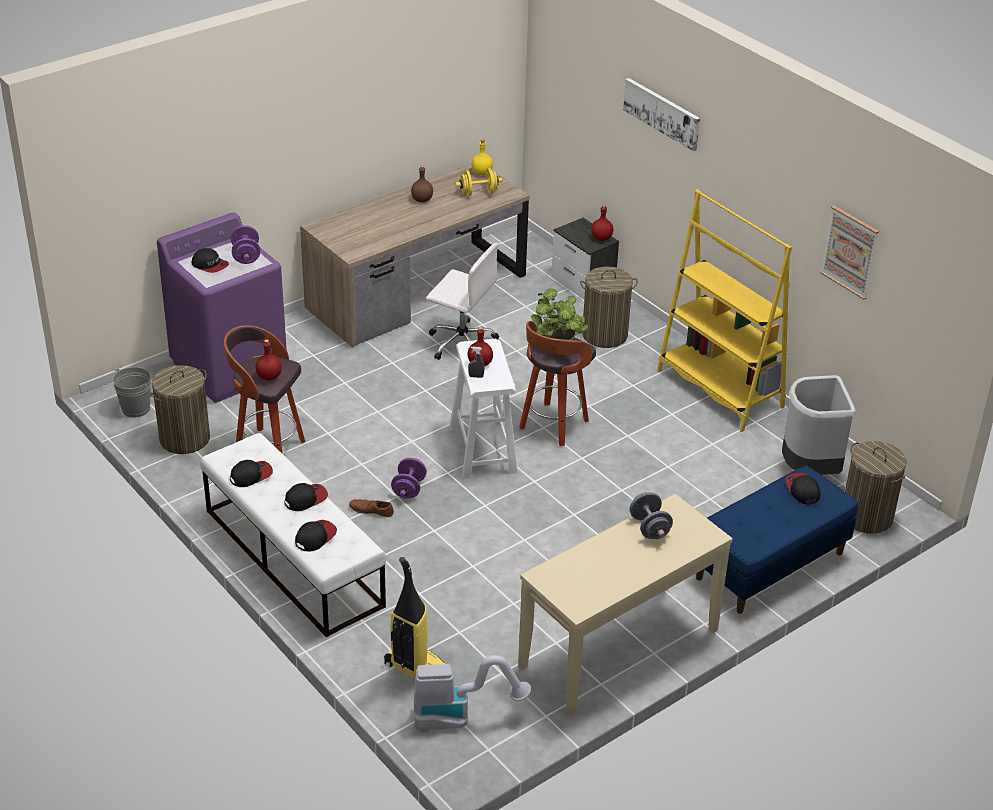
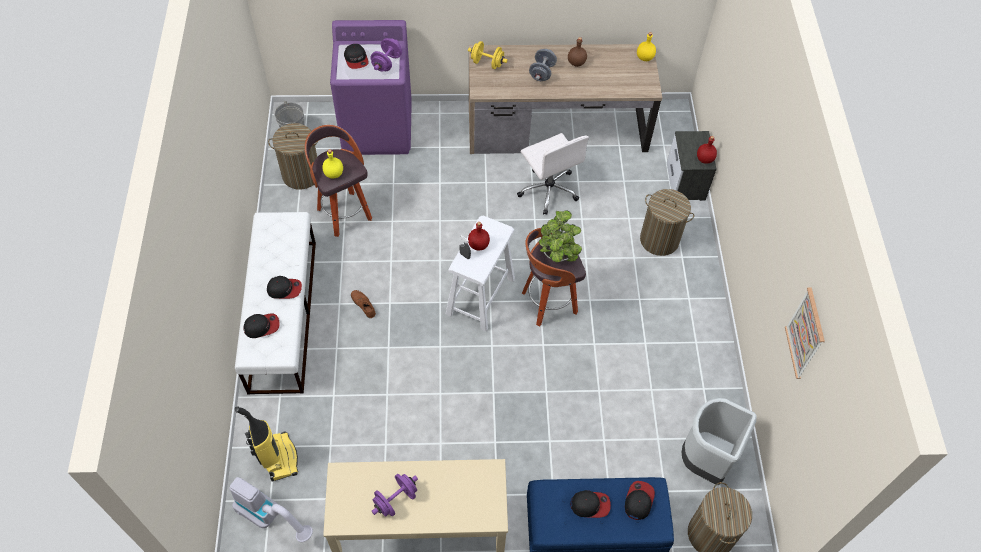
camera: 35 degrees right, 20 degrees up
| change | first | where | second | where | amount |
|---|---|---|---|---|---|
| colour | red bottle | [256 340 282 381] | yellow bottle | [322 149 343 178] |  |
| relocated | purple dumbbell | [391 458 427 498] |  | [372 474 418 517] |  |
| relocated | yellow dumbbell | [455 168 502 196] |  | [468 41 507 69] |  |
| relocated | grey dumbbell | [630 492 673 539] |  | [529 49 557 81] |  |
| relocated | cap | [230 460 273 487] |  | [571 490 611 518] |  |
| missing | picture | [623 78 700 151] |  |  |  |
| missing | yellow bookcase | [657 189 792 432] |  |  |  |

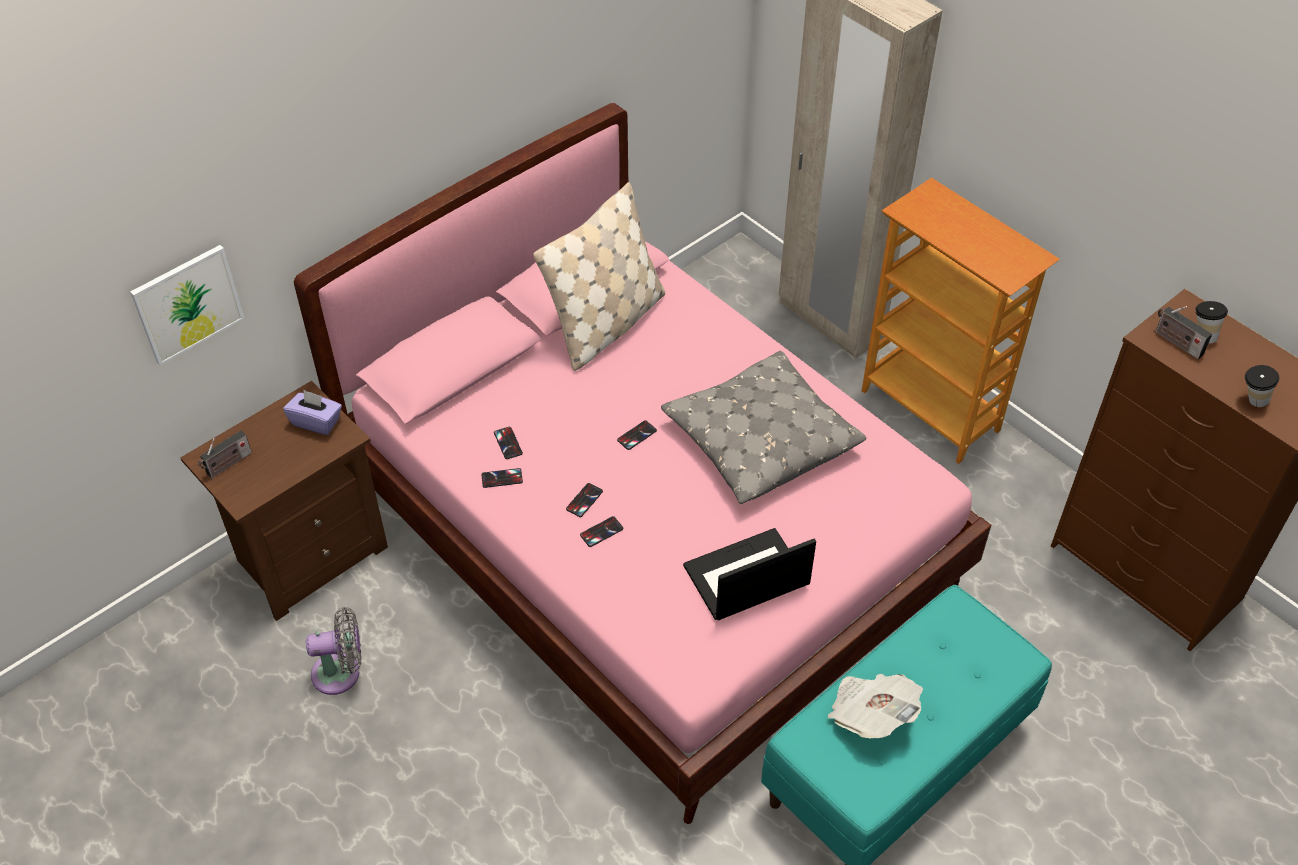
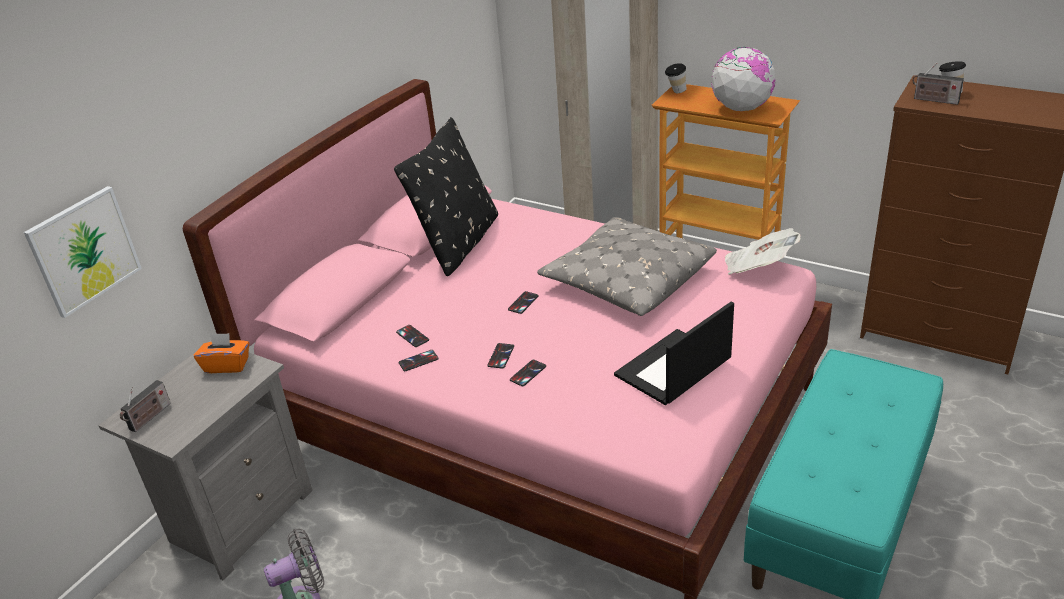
camera: 15 degrees left, 15 degrees down
| change | first | where | second | where | amount |
|---|---|---|---|---|---|
| colour | brown nightstand | [180 381 388 621] | grey nightstand | [98 340 312 580] |  |
| colour | purple tissue box | [283 389 342 435] | orange tissue box | [194 333 249 373] |  |
| colour | beige pillow | [533 182 665 371] | black pillow | [394 117 498 276] |  |
| relocated | cup | [1245 365 1279 407] |  | [665 63 686 93] |  |
| appeared |  |  | globe | [711 47 776 111] |  |
| relocated | newspaper | [827 674 923 739] |  | [725 228 800 275] |  |

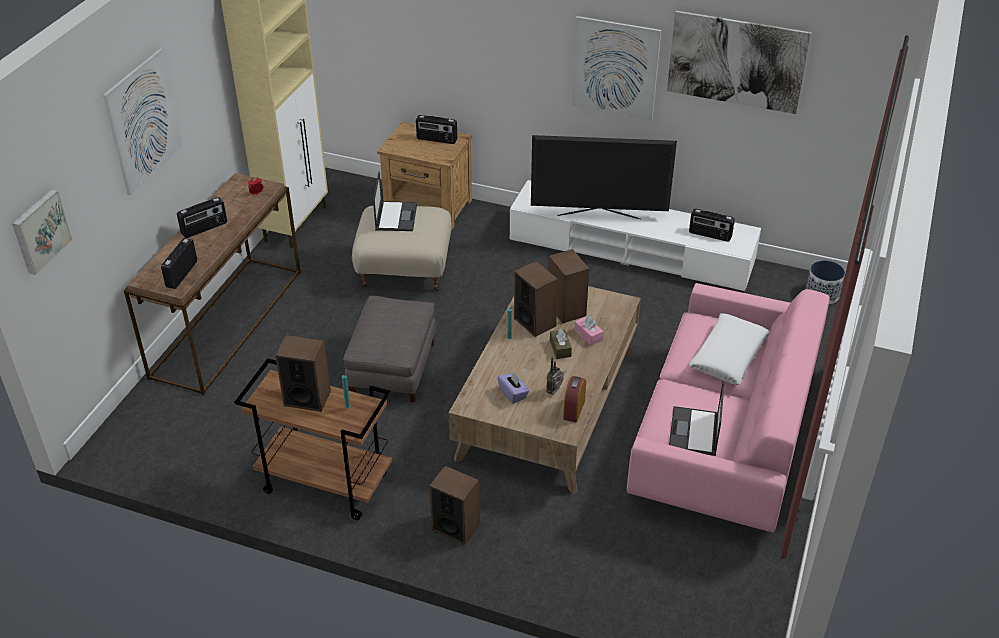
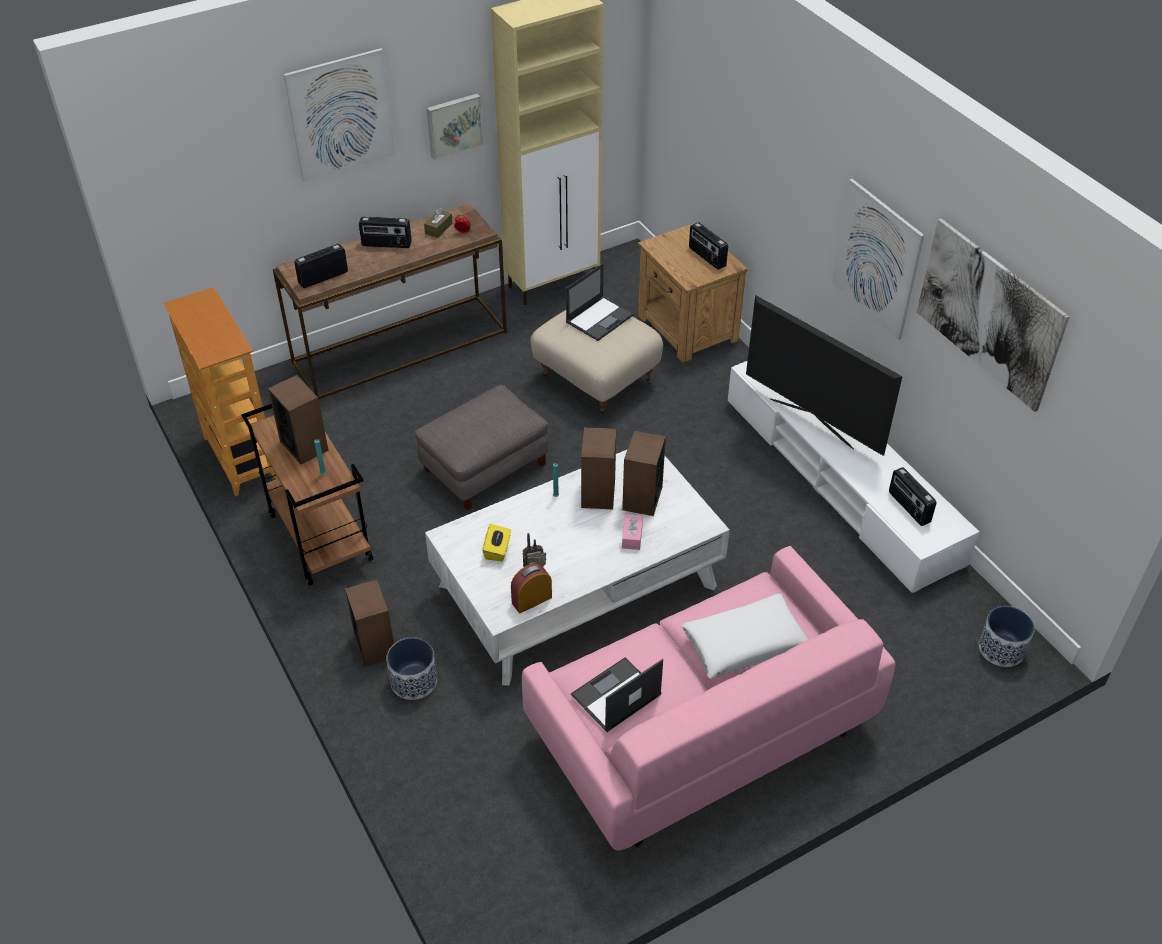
camera: 40 degrees right, 5 degrees up
| change | first | where | second | where | amount |
|---|---|---|---|---|---|
| appeared |  |  | bookcase | [163 287 278 497] |  |
| appeared |  |  | planter | [386 637 437 700] |  |
| relocated | brown tissue box | [550 328 572 359] |  | [424 208 453 238] |  |
| colour | brown coffee table | [449 286 641 494] | white coffee table | [425 450 730 686] |  |
| relocated | picture | [12 189 73 275] |  | [427 94 483 160] |  |
| colour | purple tissue box | [497 371 529 404] | yellow tissue box | [482 524 511 561] |  |

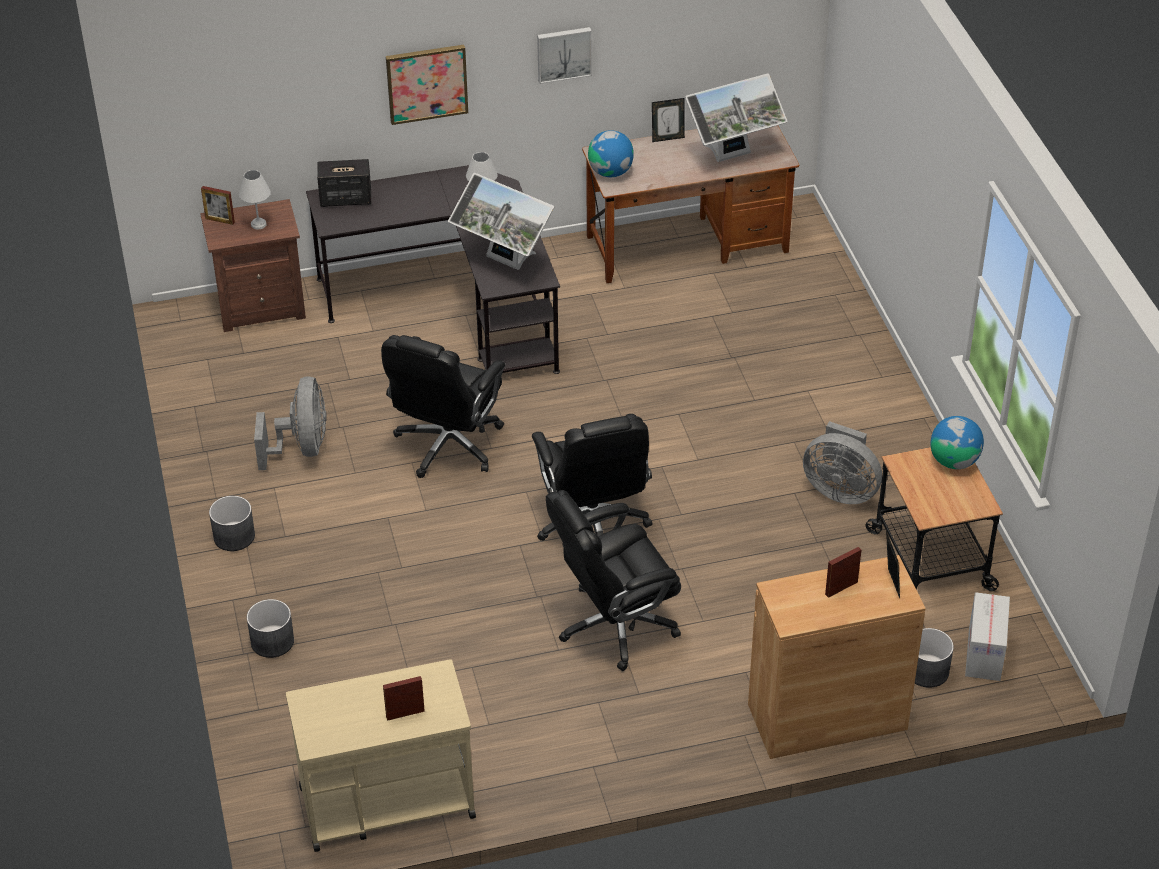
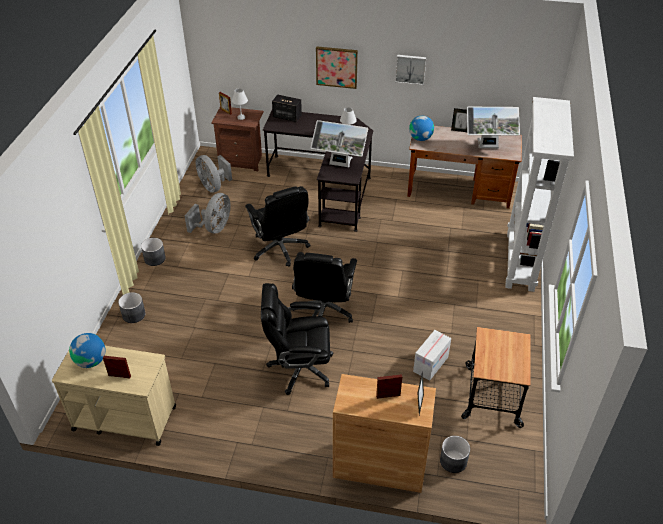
camera: 25 degrees right, 0 degrees up
| change | first | where | second | where | amount |
|---|---|---|---|---|---|
| relocated | globe | [931 416 984 469] |  | [69 333 106 368] |  |
| relocated | grey fan | [803 421 882 504] |  | [196 155 232 193] |  |
| spun | black office chair | [381 335 505 478] |  | [245 186 311 267] | 75 degrees counterclockwise |
| spun | monitor | [448 173 555 270] |  | [310 120 368 167] | 45 degrees counterclockwise |
| relocated | cardboard box | [965 592 1010 681] |  | [413 330 451 381] |  |
| appeared |  |  | white bookcase | [505 97 574 292] |  |

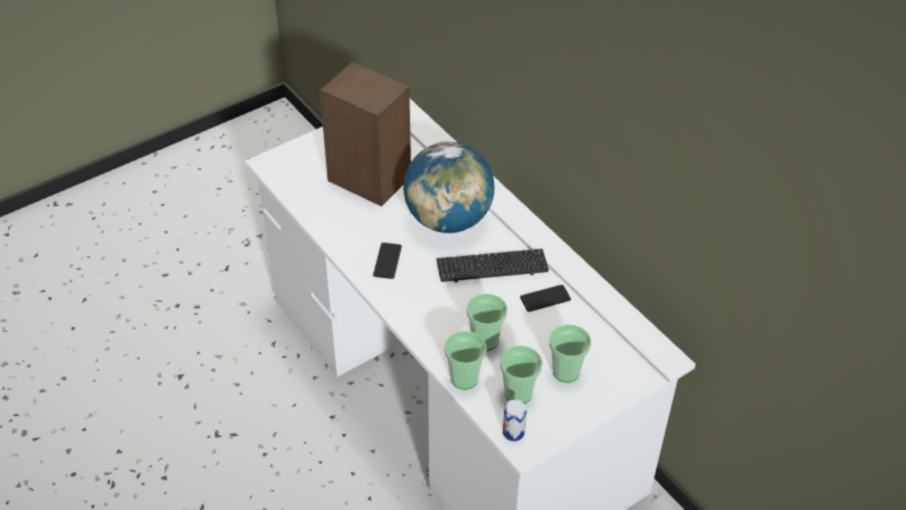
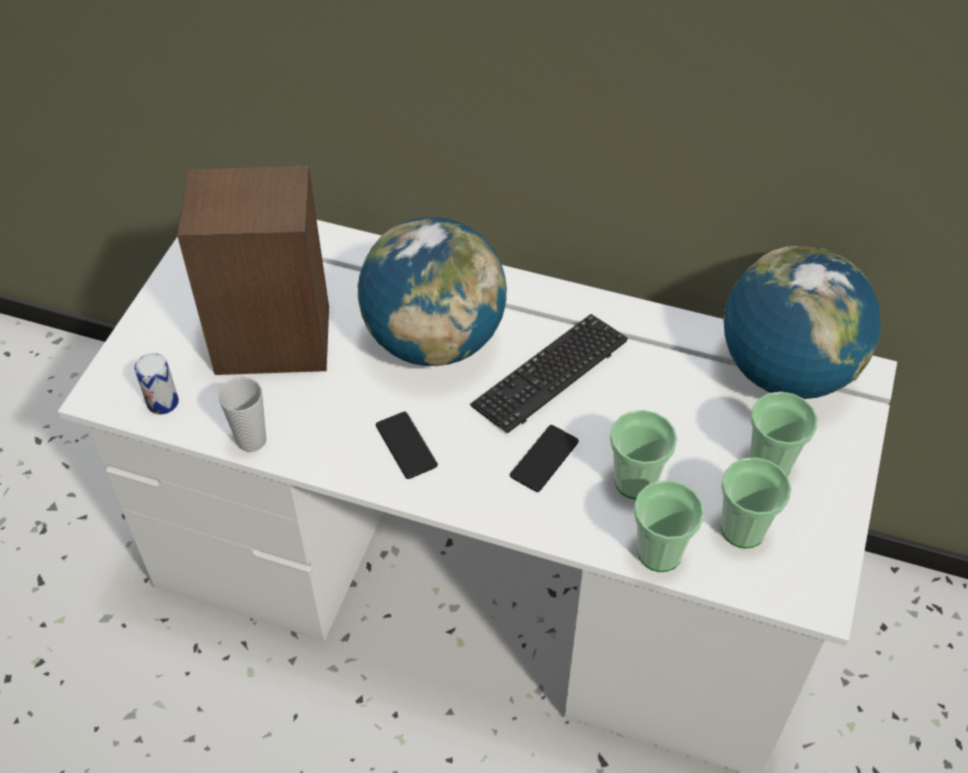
camera: 35 degrees left, 5 degrees up
| change | first | where | second | where | amount |
|---|---|---|---|---|---|
| relocated | can | [503 399 527 441] |  | [134 353 179 414] |  |
| appeared |  |  | cup | [219 377 266 452] |  |
| relocated | phone | [520 285 571 312] |  | [510 425 579 492] |  |
| appeared |  |  | globe | [723 246 881 399] |  |

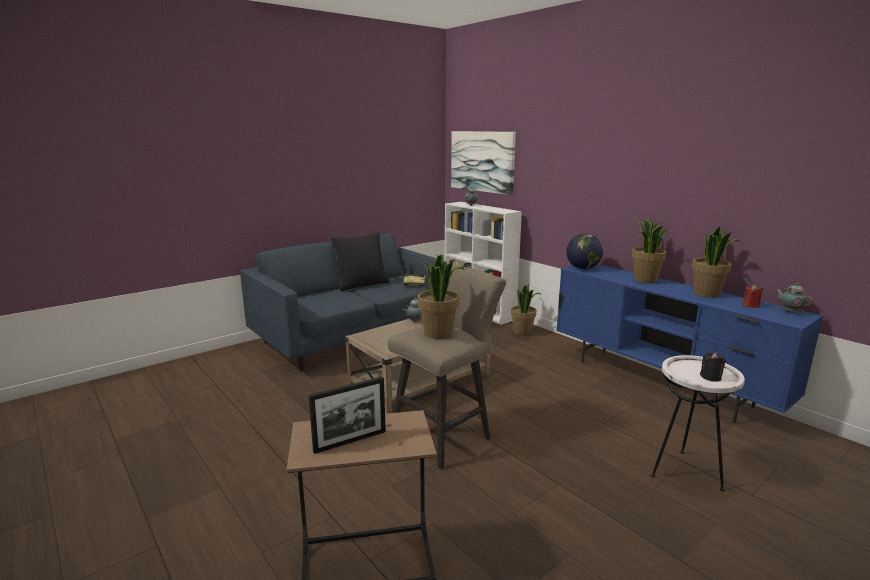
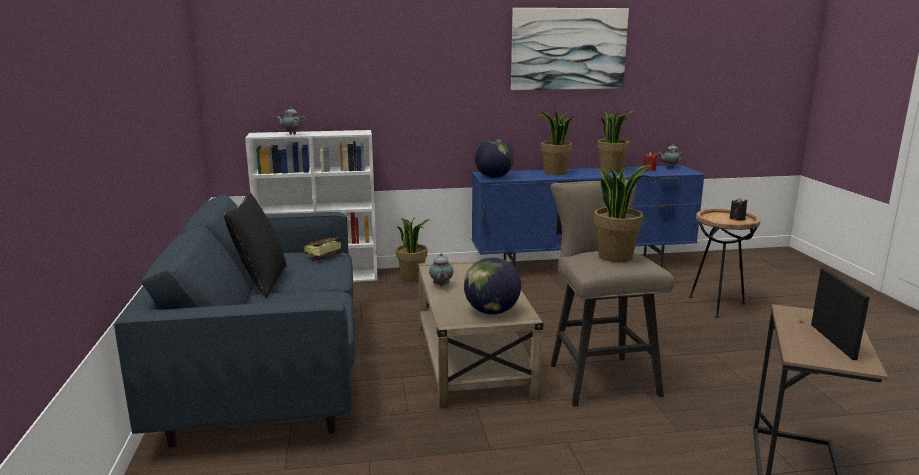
camera: 60 degrees left, 0 degrees up
| change | first | where | second | where | amount |
|---|---|---|---|---|---|
| appeared |  |  | globe | [464 257 521 315] |  |
| relocated | picture | [451 131 516 195] |  | [511 8 629 90] |  |
| colour | white side table | [651 355 745 491] | brown side table | [689 209 760 318] |  |

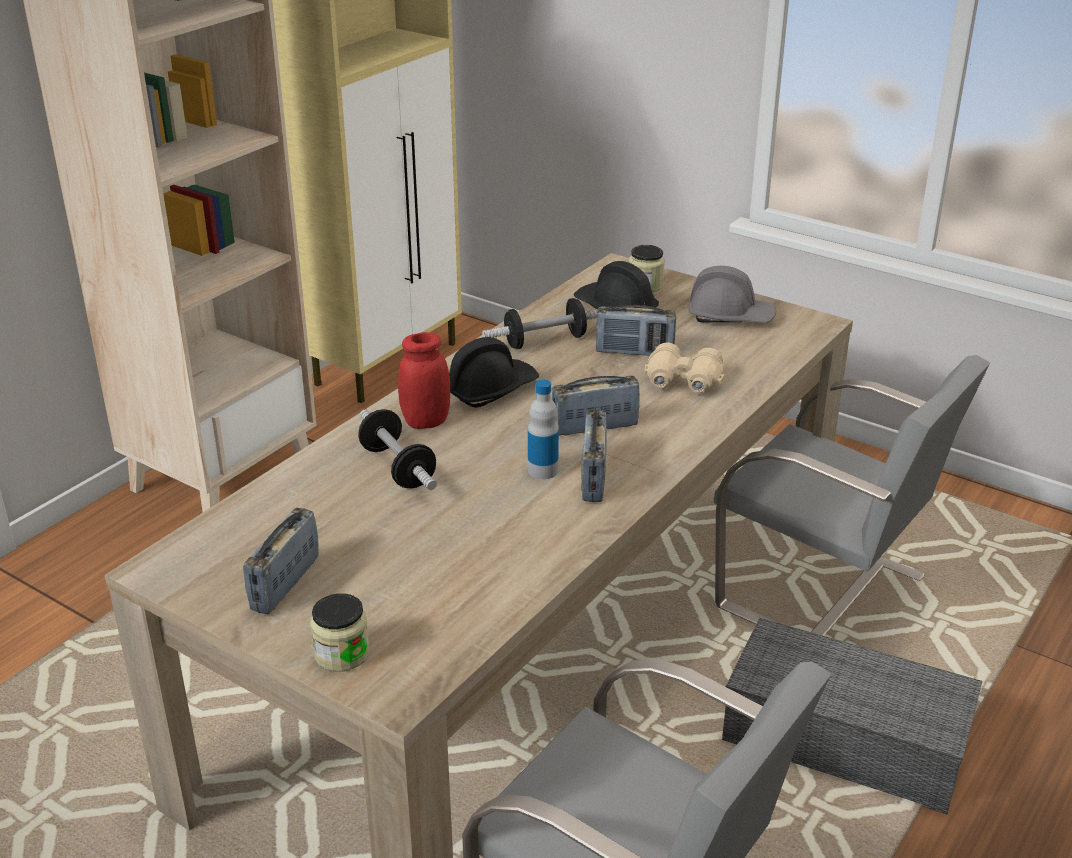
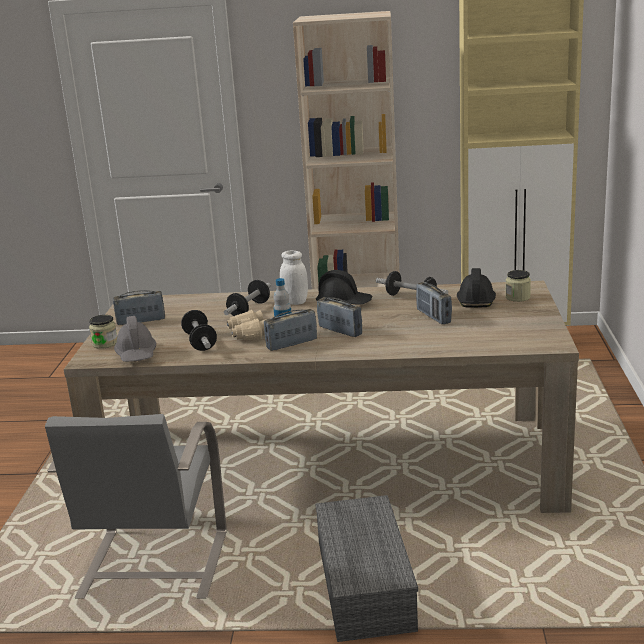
camera: 60 degrees right, 10 degrees down
| change | first | where | second | where | amount |
|---|---|---|---|---|---|
| relocated | grey hard hat | [689 266 776 323] |  | [114 316 156 362] |  |
| appeared |  |  | dumbbell | [181 310 217 351] |  |
| relocated | beige binoculars | [645 343 724 394] |  | [227 310 267 340] |  |
| colour | red jar | [398 332 450 429] | white jar | [280 250 308 305] |  |
| missing | grey chair | [714 355 990 636] |  |  |  |

